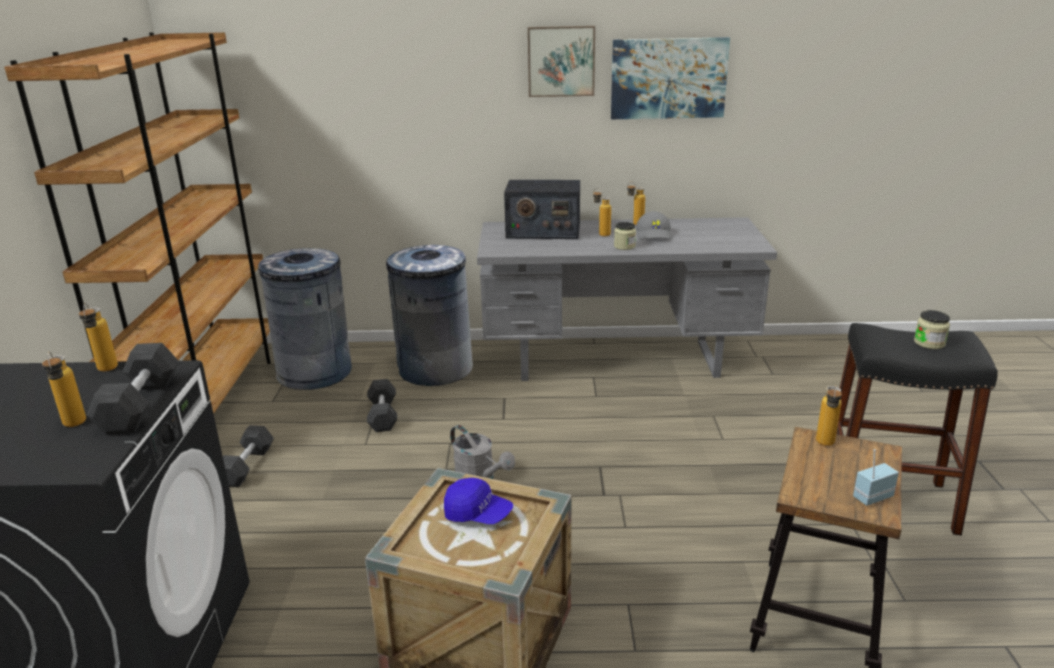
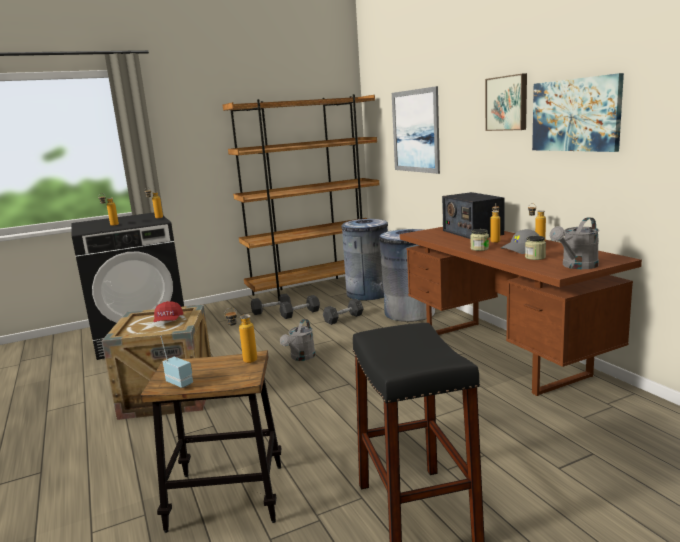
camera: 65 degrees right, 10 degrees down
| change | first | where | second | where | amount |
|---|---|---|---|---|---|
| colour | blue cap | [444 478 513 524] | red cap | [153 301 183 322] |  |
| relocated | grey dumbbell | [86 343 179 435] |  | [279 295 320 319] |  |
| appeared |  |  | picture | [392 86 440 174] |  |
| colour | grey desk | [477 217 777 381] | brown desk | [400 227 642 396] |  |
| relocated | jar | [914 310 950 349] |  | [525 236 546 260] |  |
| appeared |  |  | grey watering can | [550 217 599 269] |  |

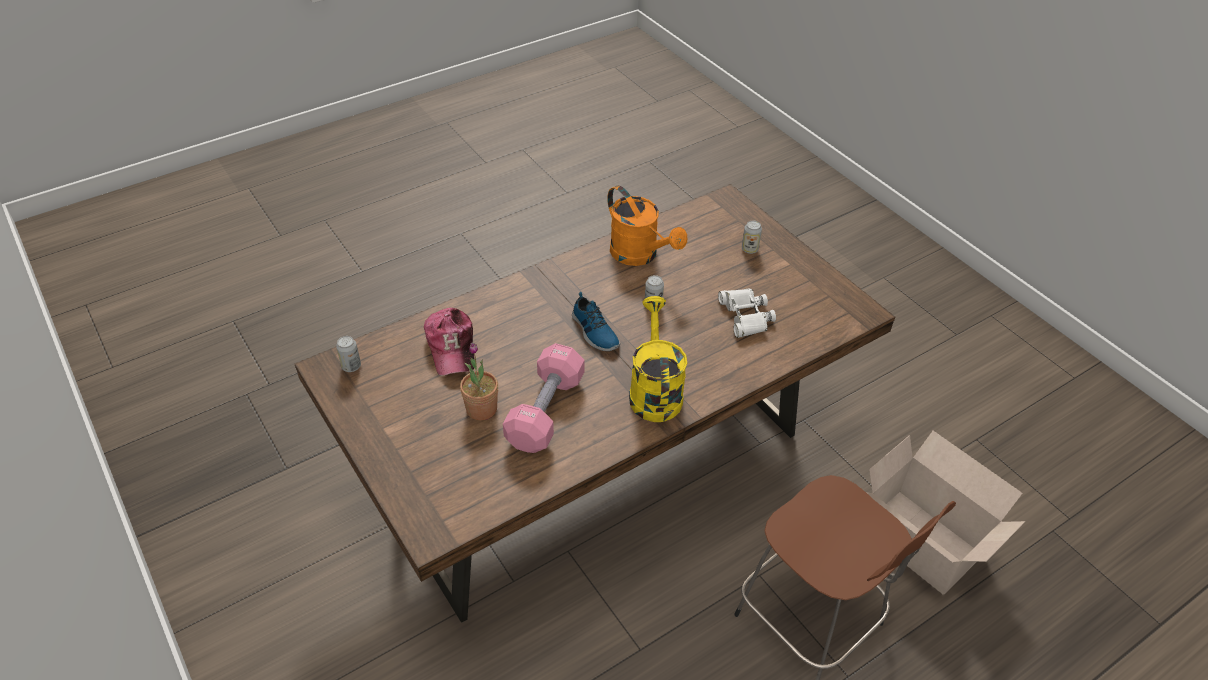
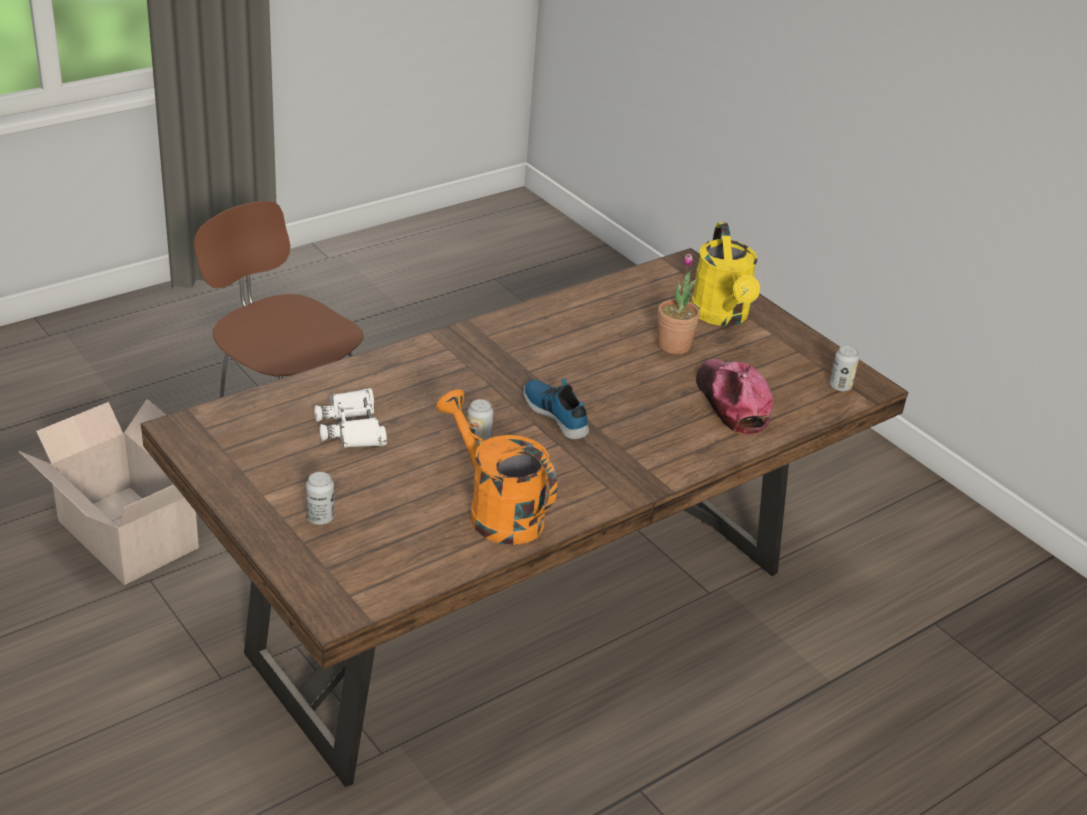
camera: 175 degrees right, 10 degrees down
| change | first | where | second | where | amount |
|---|---|---|---|---|---|
| relocated | yellow watering can | [629 296 687 422] |  | [691 223 760 326] |  |
| missing | pink dumbbell | [503 343 584 453] |  |  |  |

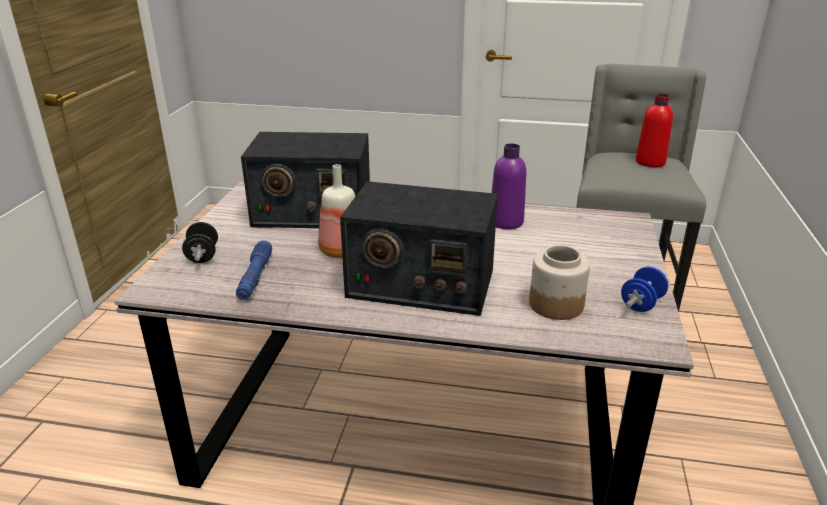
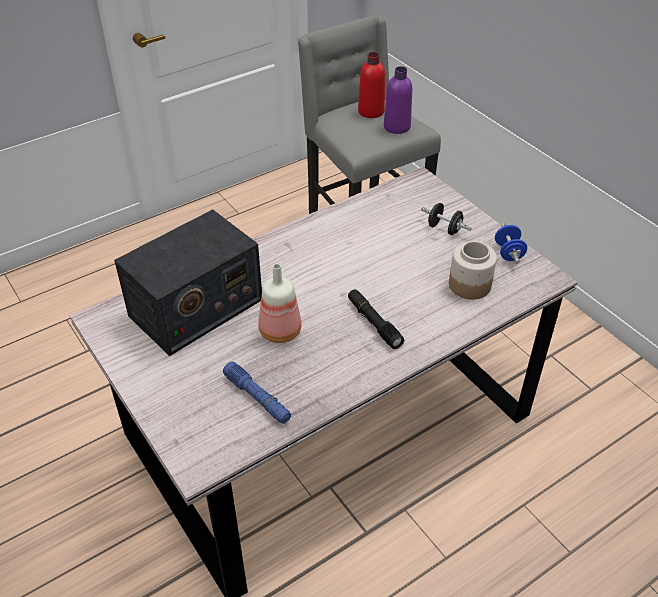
camera: 45 degrees left, 15 degrees up
| change | first | where | second | where | amount |
|---|---|---|---|---|---|
| exchanged | radio | [340 181 498 316] | black flashlight | [348 289 404 349] |  |
| relocated | purple bottle | [492 143 526 229] |  | [384 66 412 134] |  |
| relocated | black dumbbell | [182 222 218 263] |  | [421 203 472 235] |  |

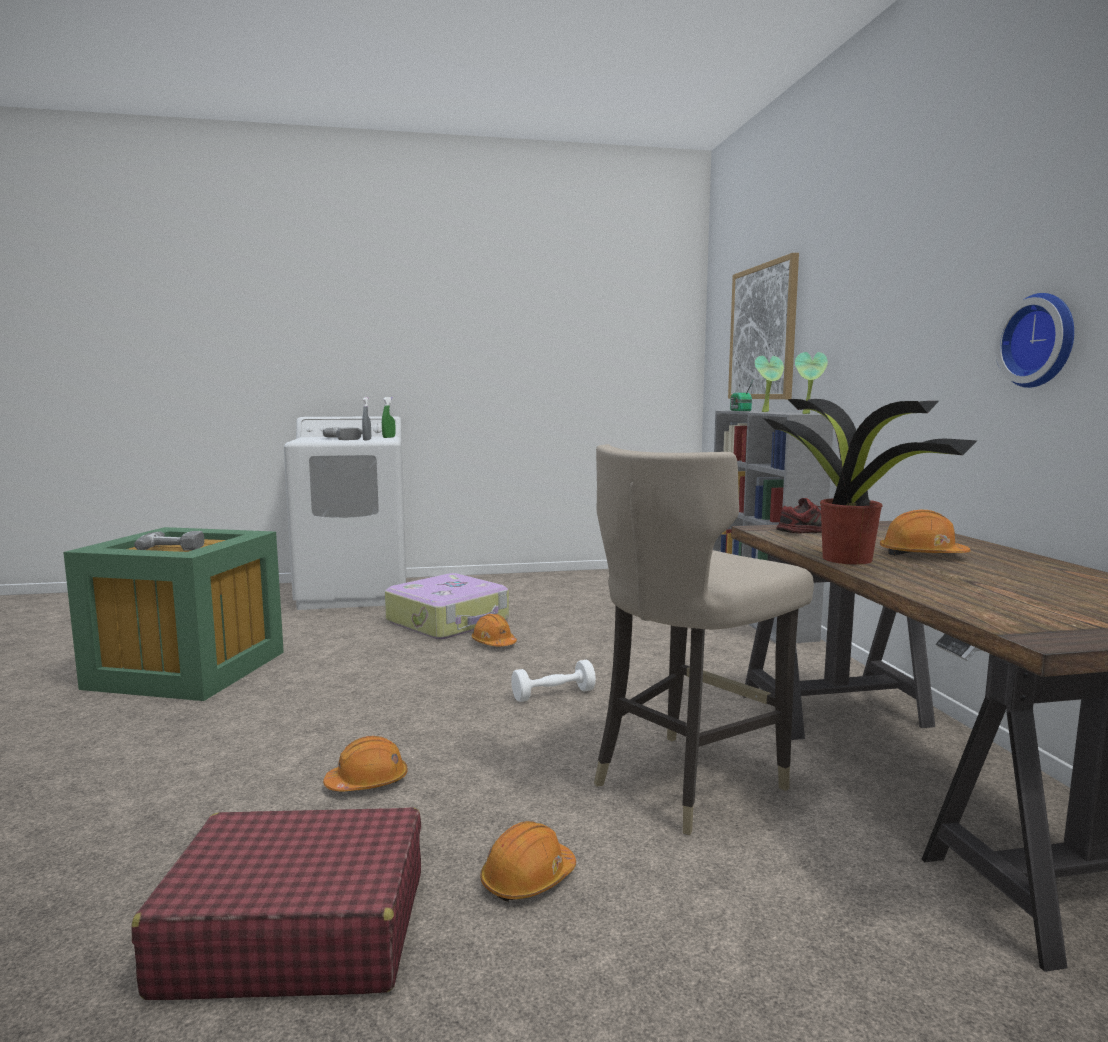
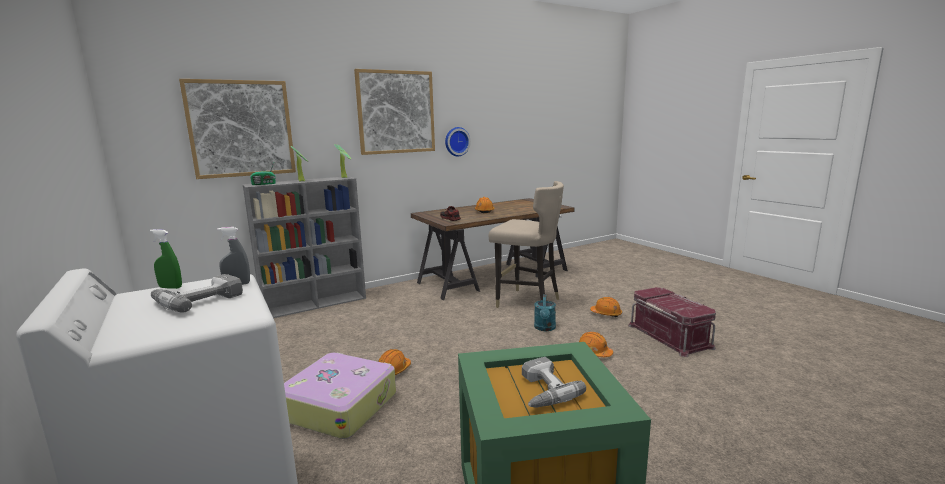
camera: 110 degrees left, 5 degrees up
| change | first | where | second | where | amount |
|---|---|---|---|---|---|
| appeared |  |  | picture | [354 69 435 155] |  |
| appeared |  |  | turquoise watering can | [534 294 556 331] |  |
| exchanged | red suitcase | [131 807 421 1000] | red storage box | [628 287 716 357] |  |
| missing | white dumbbell | [511 660 596 702] |  |  |  |
| missing | potted plant | [763 399 978 565] |  |  |  |

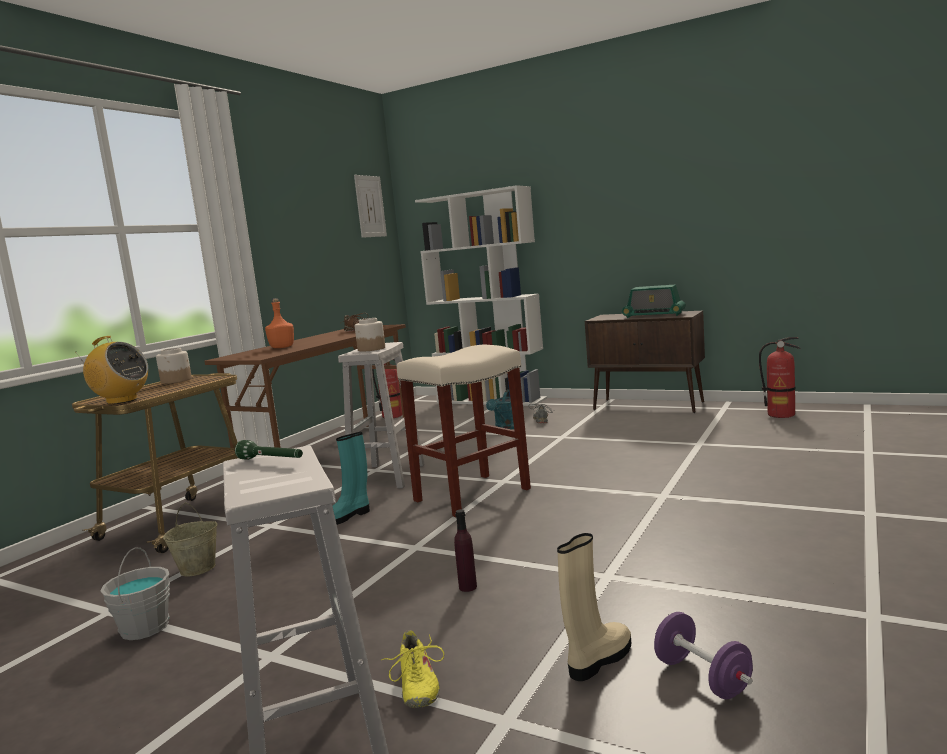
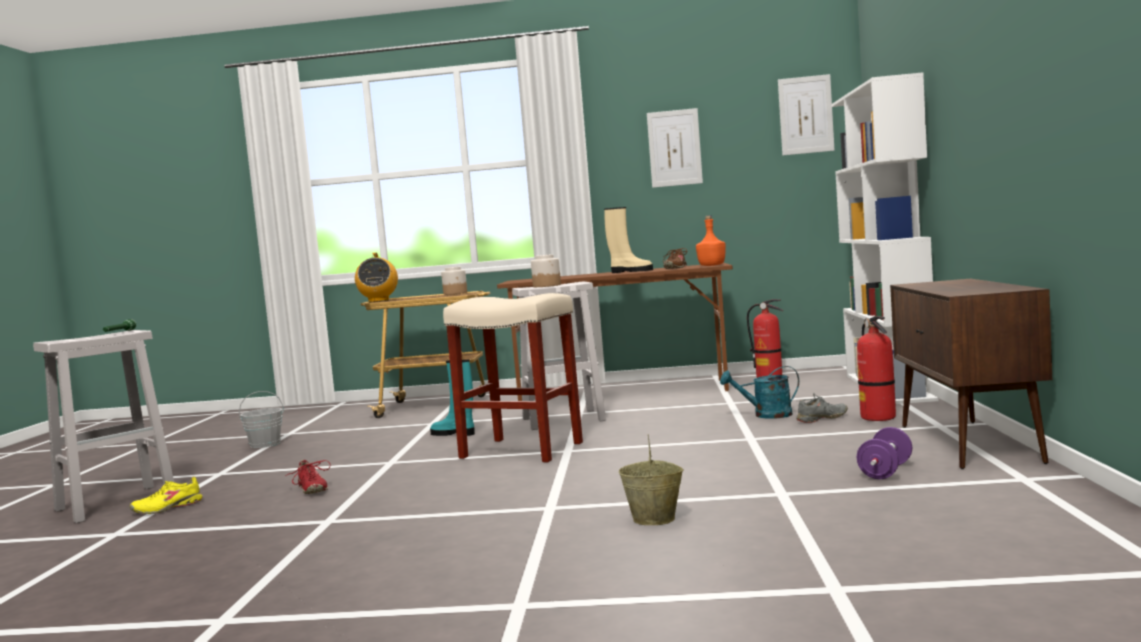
camera: 65 degrees right, 5 degrees down
| change | first | where | second | where | amount |
|---|---|---|---|---|---|
| exchanged | purple bottle | [454 509 477 592] | red shoe | [286 460 331 494] |  |
| relocated | beige boot | [557 533 631 681] |  | [604 207 653 273] |  |
| relocated | beige bucket | [163 502 218 577] |  | [619 435 684 525] |  |
| appeared |  |  | picture | [647 108 703 188] |  |
| relocated | orange bottle | [265 298 294 348] |  | [696 215 726 266] |  |
| relocated | fire extinguisher | [759 337 801 418] |  | [857 316 896 421] |  |
| relocated | purple dumbbell | [654 612 753 699] |  | [857 427 912 479] |  |
| missing | radio | [622 285 686 318] |  |  |  |

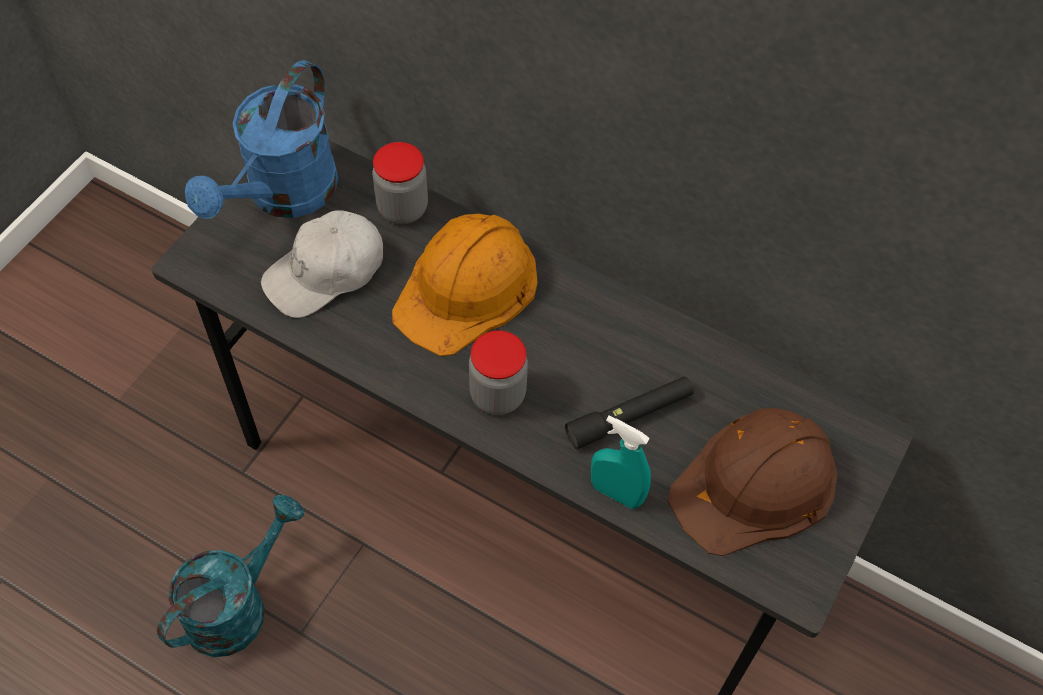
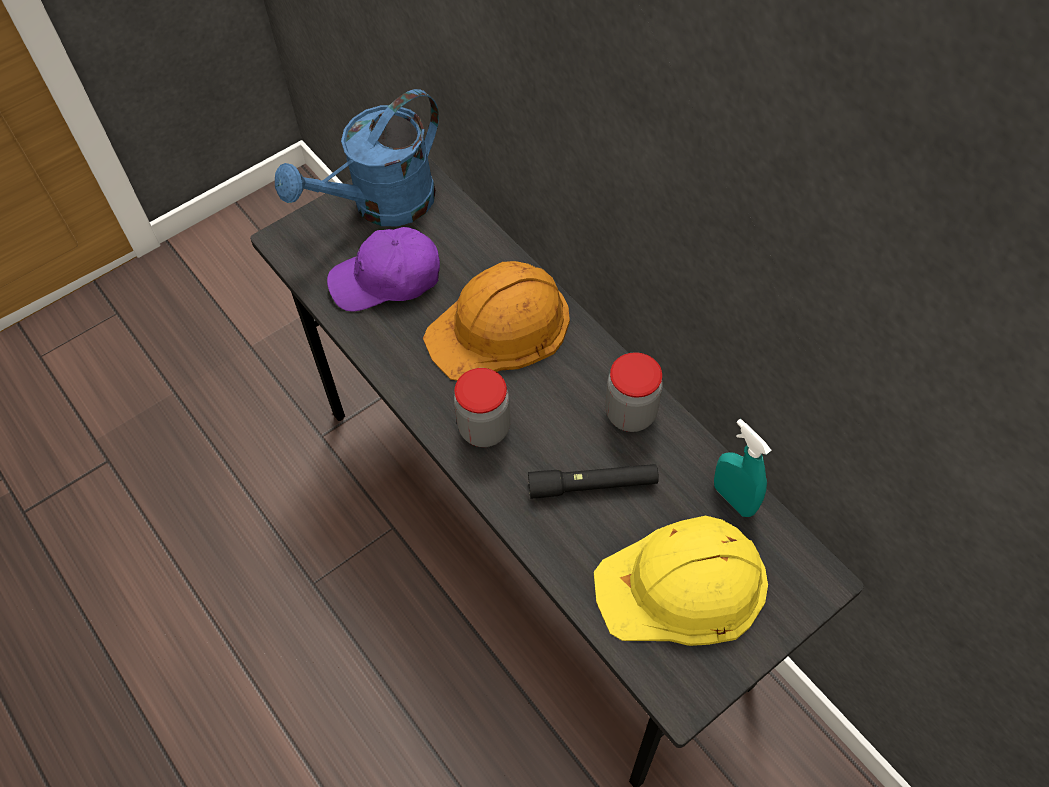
camera: 25 degrees right, 0 degrees up
| change | first | where | second | where | amount |
|---|---|---|---|---|---|
| colour | white cap | [261 211 383 318] | purple cap | [327 227 440 312] |  |
| colour | brown hard hat | [667 408 837 556] | yellow hard hat | [594 516 768 646] |  |
| relocated | jar | [372 142 428 224] |  | [605 352 663 432] |  |
| relocated | turquoise spray bottle | [591 415 651 509] |  | [714 419 772 517] |  |
| missing | turquoise watering can | [157 494 305 657] |  |  |  |

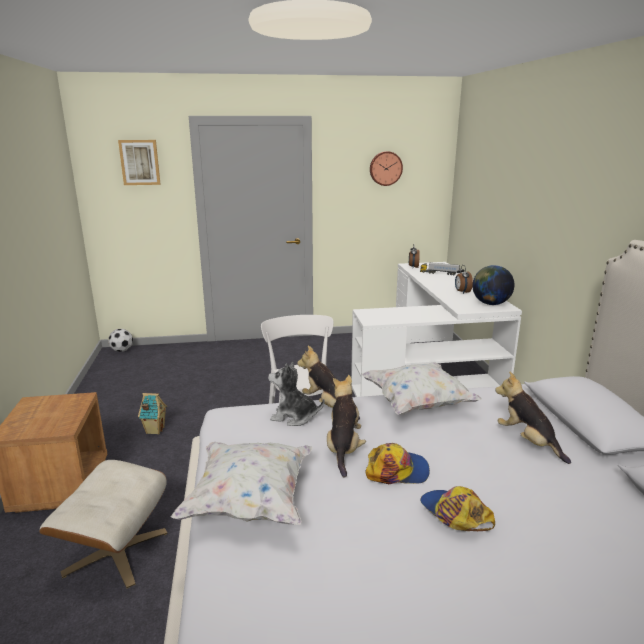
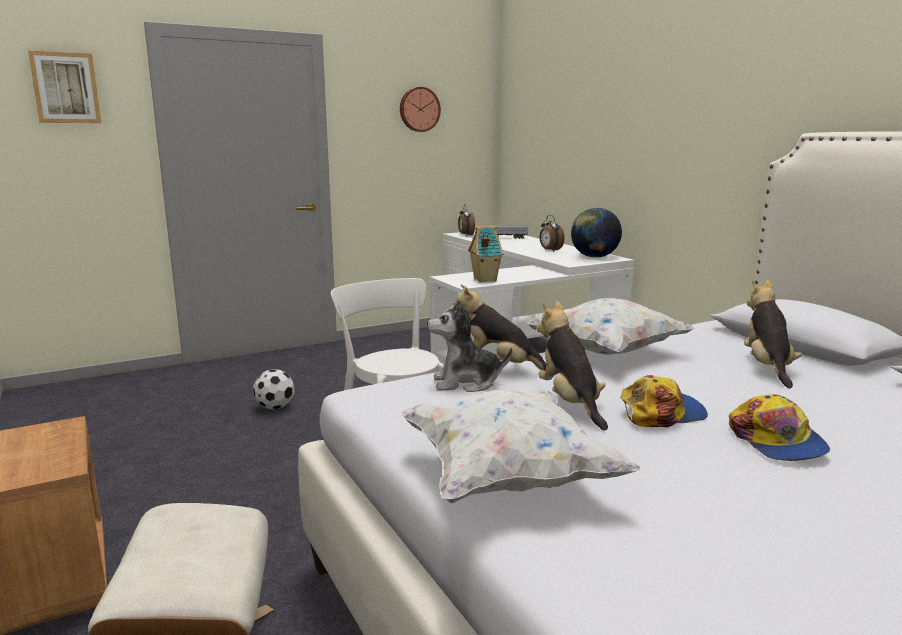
camera: 20 degrees left, 5 degrees down
| change | first | where | second | where | amount |
|---|---|---|---|---|---|
| relocated | football | [108 329 133 352] |  | [253 369 295 409] |  |
| relocated | toy house | [138 393 167 435] |  | [468 225 504 283] |  |
| spun | cap | [420 486 495 531] |  | [729 394 830 461] | 135 degrees counterclockwise |
| spun | plush toy | [495 371 571 464] |  | [744 280 802 388] | 60 degrees clockwise |

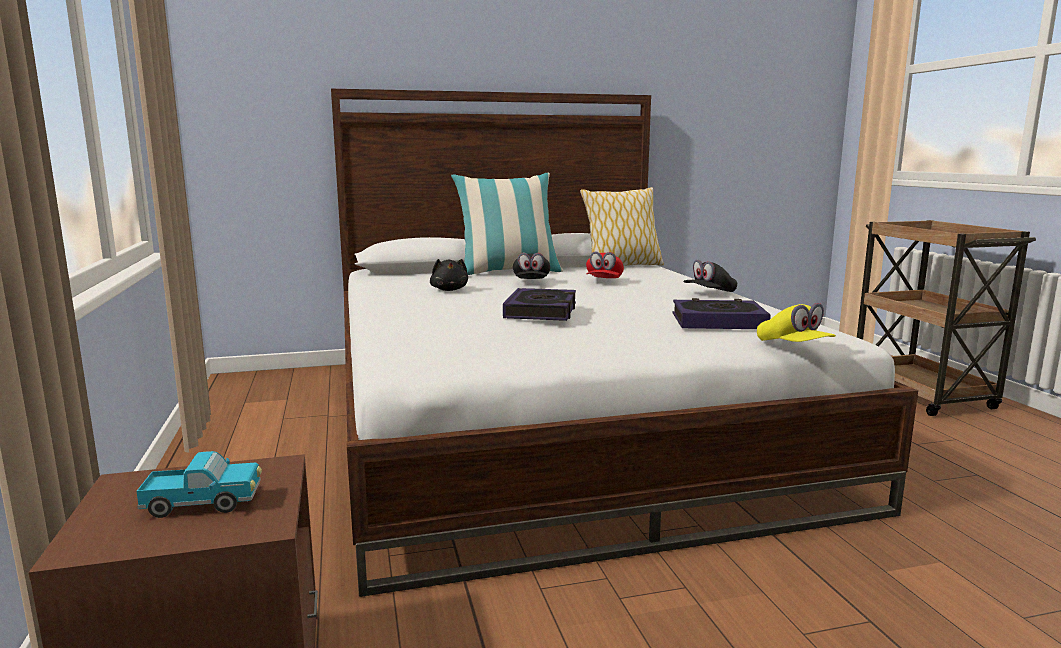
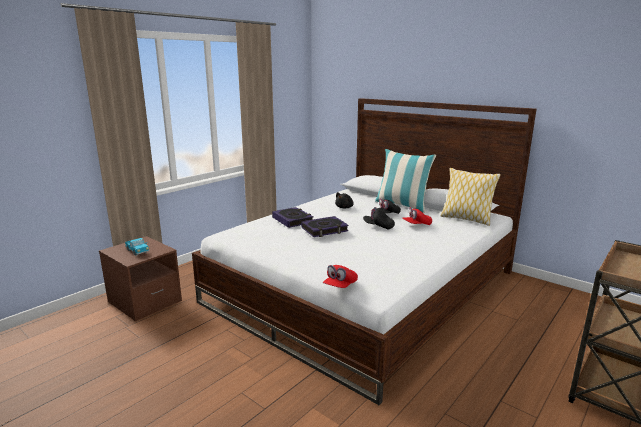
camera: 55 degrees right, 5 degrees up
| change | first | where | second | where | amount |
|---|---|---|---|---|---|
| relocated | book | [673 298 770 329] |  | [272 207 313 228] |  |
| colour | yellow cap | [757 303 836 342] | red cap | [323 265 358 288] |  |
| relocated | black cap | [683 260 737 292] |  | [363 207 395 229] |  |

